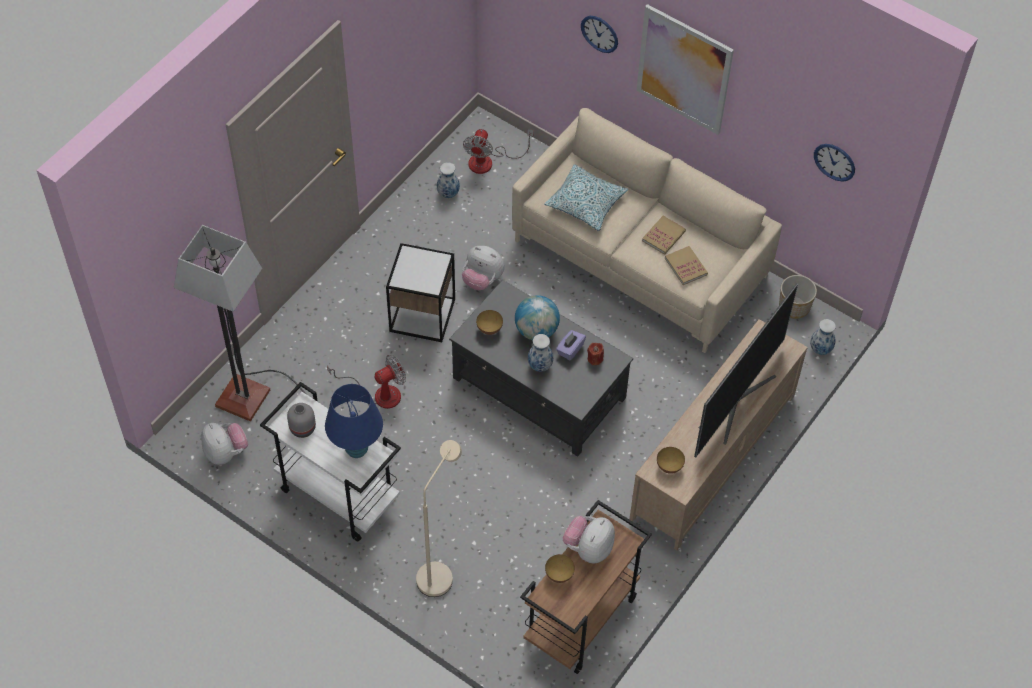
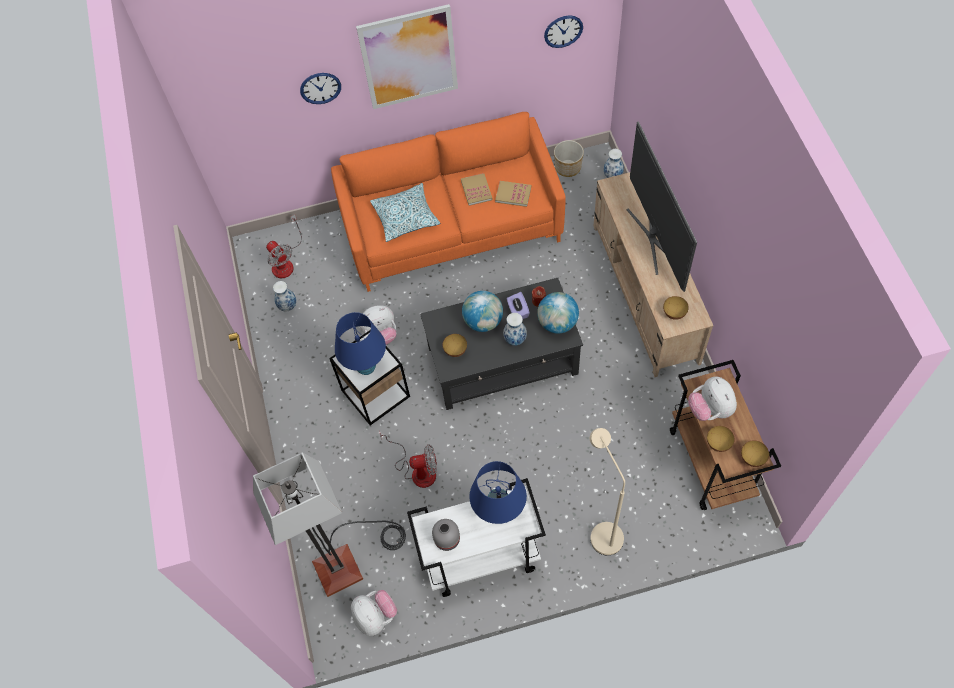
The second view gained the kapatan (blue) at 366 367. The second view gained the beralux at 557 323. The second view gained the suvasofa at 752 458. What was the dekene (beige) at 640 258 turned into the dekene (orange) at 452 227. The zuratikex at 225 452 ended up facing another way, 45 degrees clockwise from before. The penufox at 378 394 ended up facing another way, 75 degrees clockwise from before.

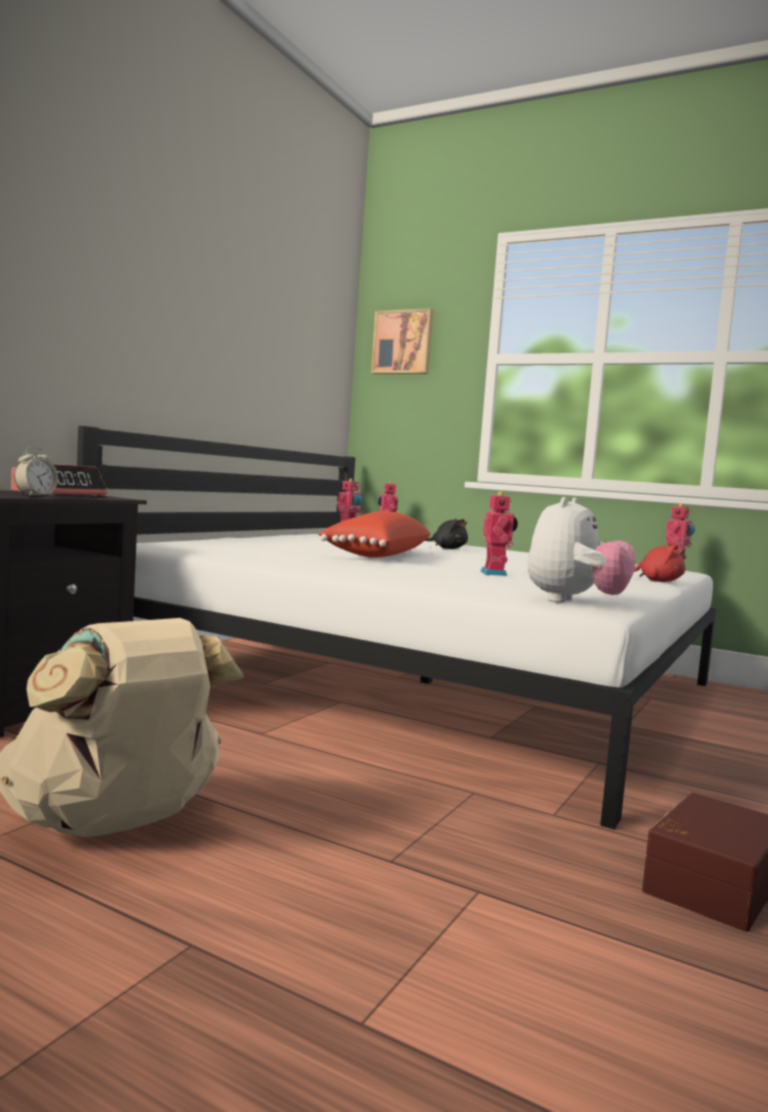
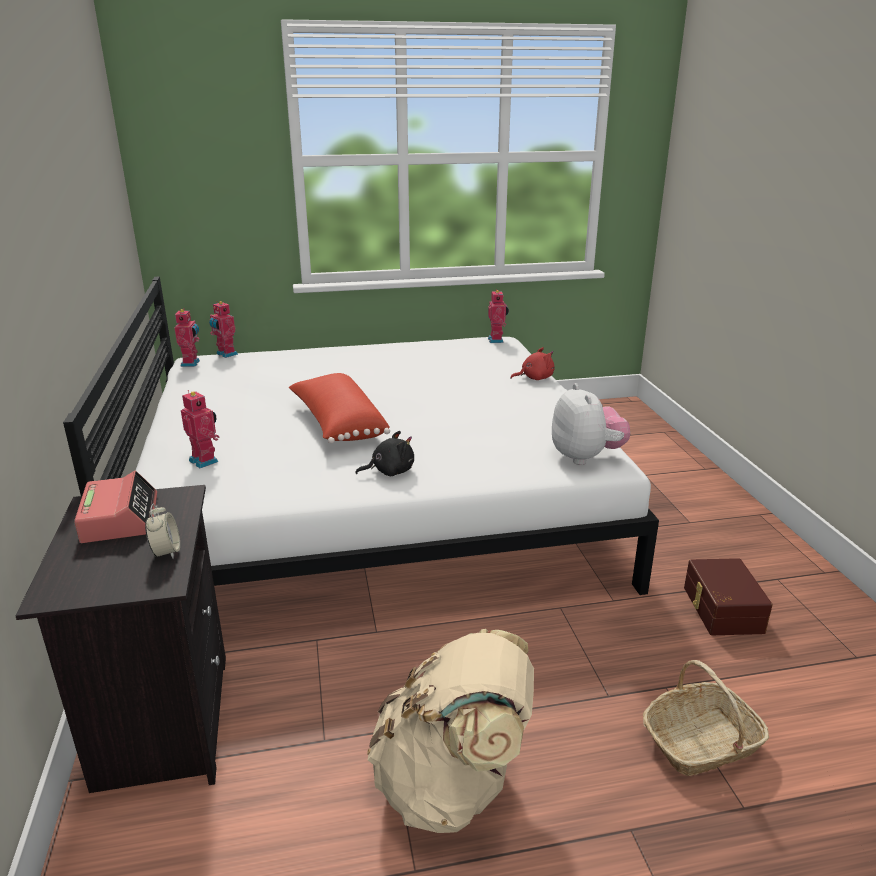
The second view lost the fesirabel at 403 342. The second view gained the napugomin at 701 742. The zuratikex (black) ended up elsewhere, having gone from 447 548 to 390 471. The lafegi ended up elsewhere, having gone from 495 573 to 205 460.

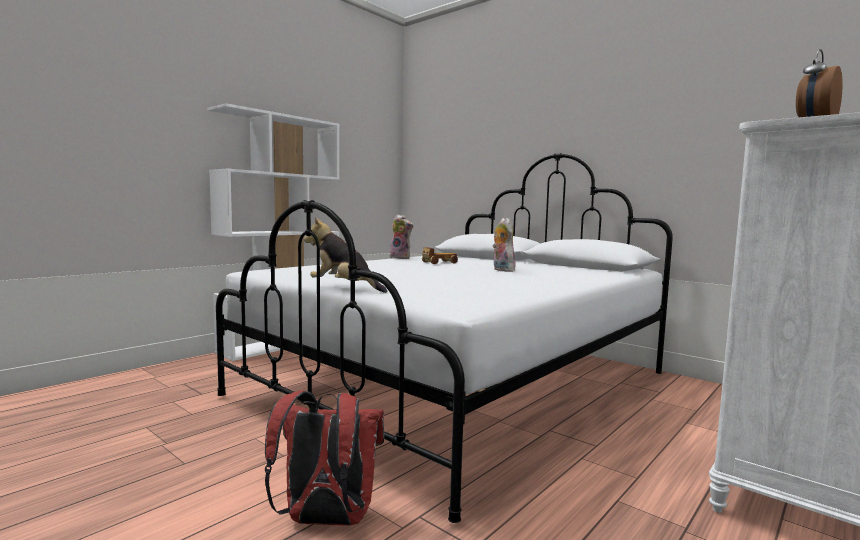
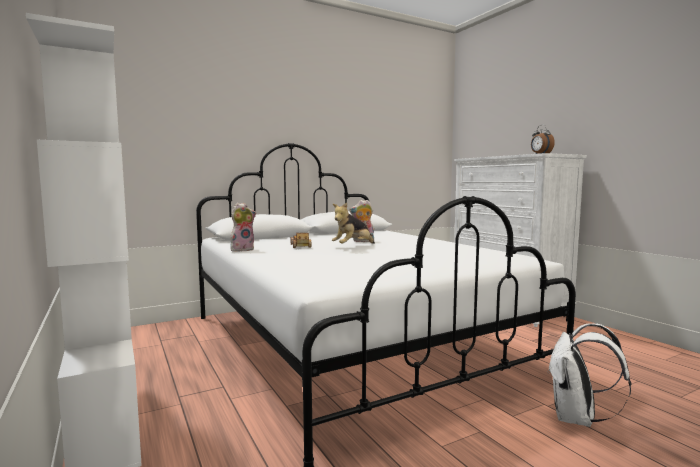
The zuratikex ended up elsewhere, having gone from 344 288 to 353 246. What was the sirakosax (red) at 325 520 turned into the sirakosax (white) at 577 418.

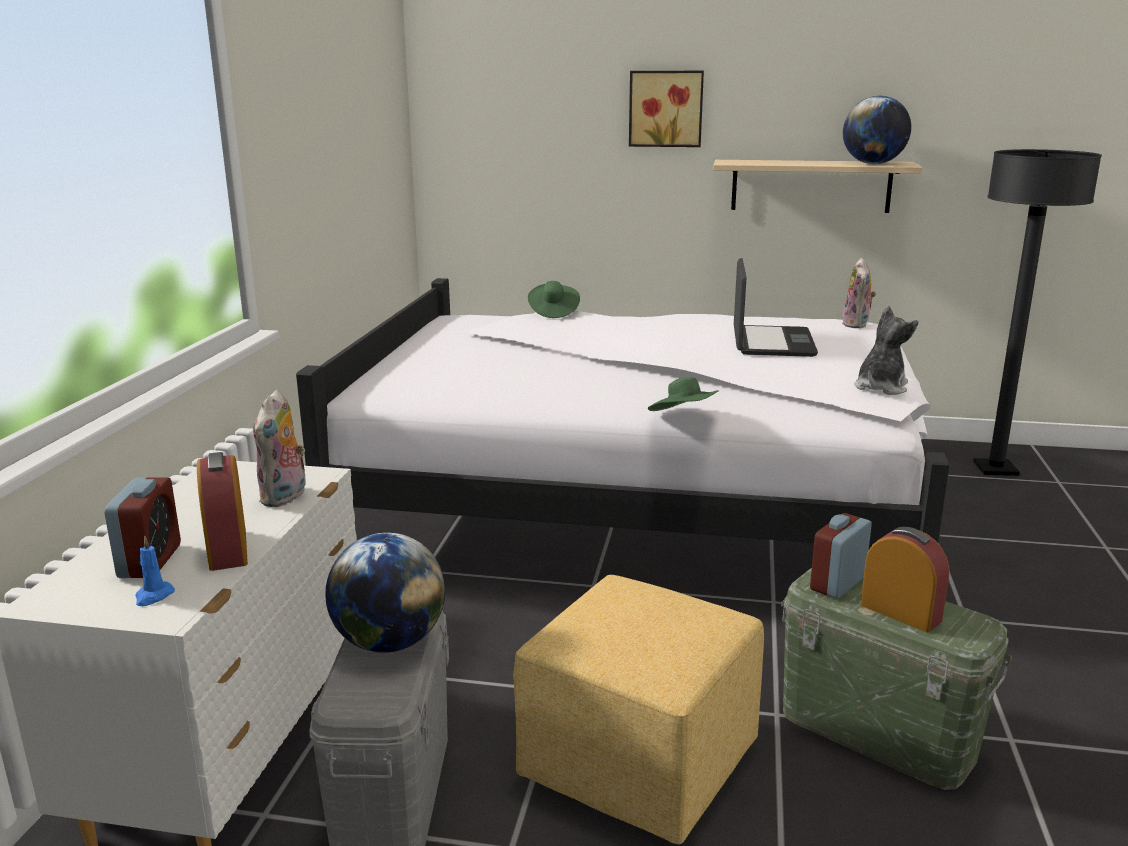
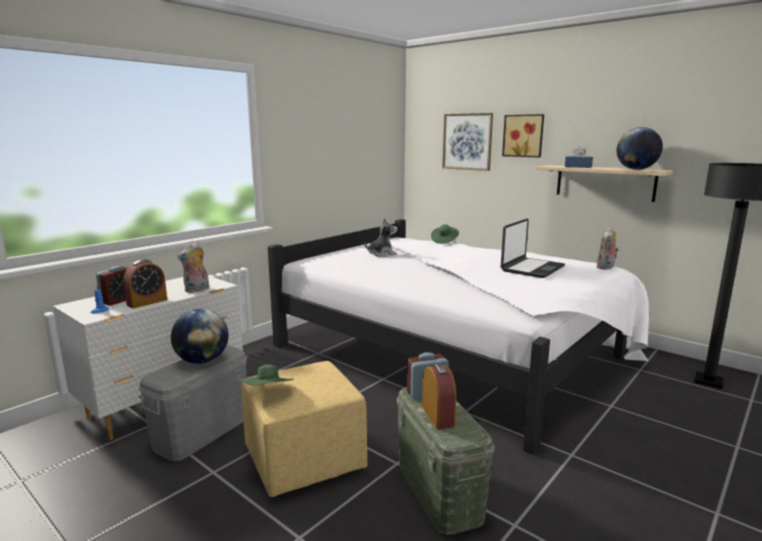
The second view gained the fesirabel at 467 141. The second view gained the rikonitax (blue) at 578 167. The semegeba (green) ended up elsewhere, having gone from 684 418 to 268 393. The zuratikex ended up elsewhere, having gone from 880 387 to 381 254. The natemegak at 228 549 ended up facing another way, 150 degrees counterclockwise from before.

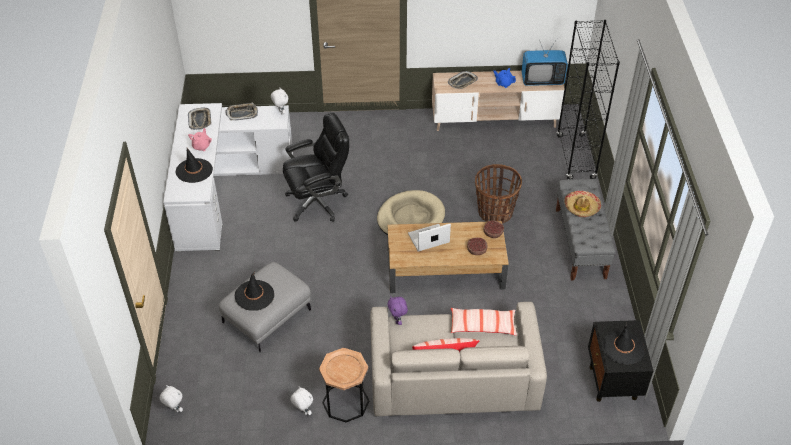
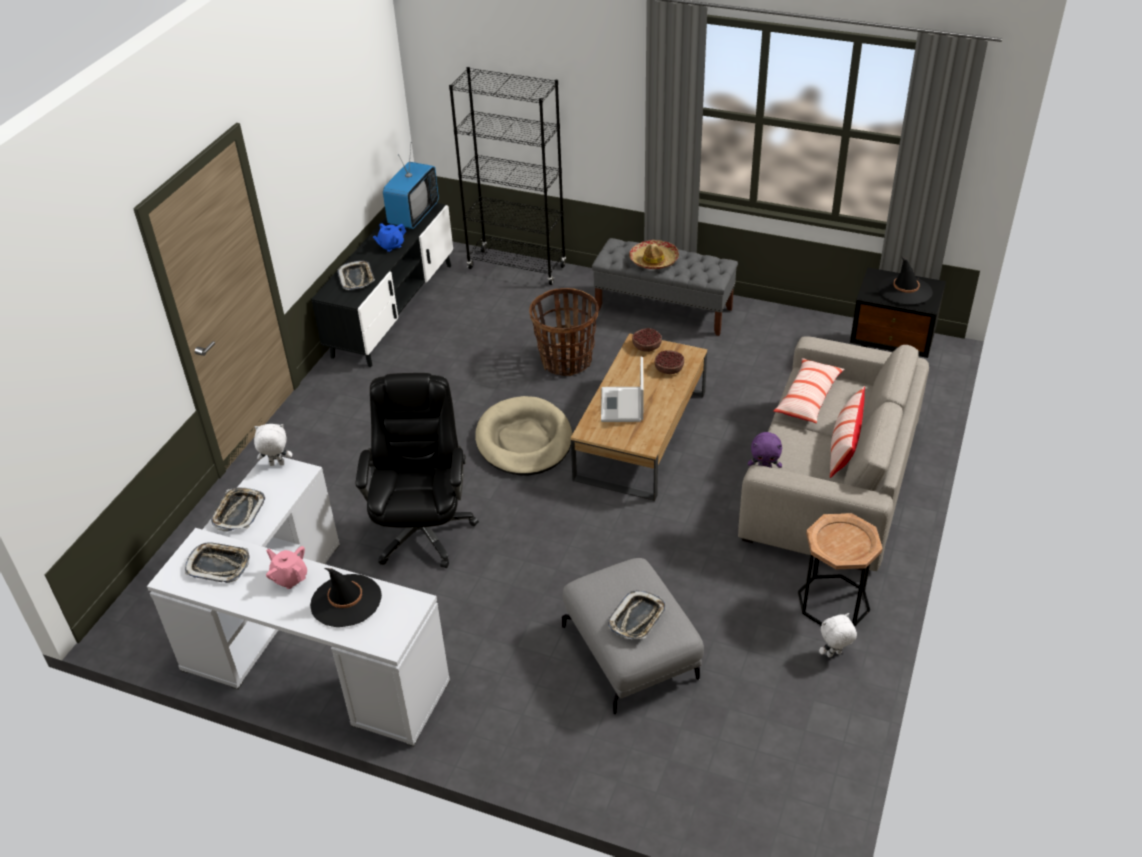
The second view lost the zuratikex (white) at 174 409. Where the semegeba (black) stood at 254 295, the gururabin came to stand at 637 618. What was the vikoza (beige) at 494 119 turned into the vikoza (black) at 393 309.

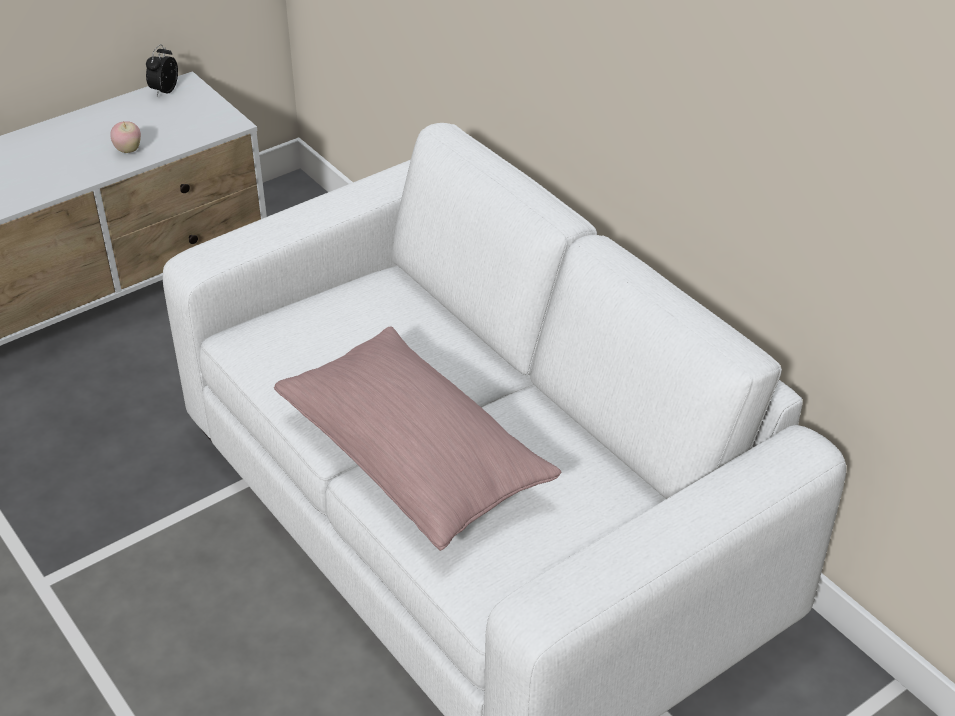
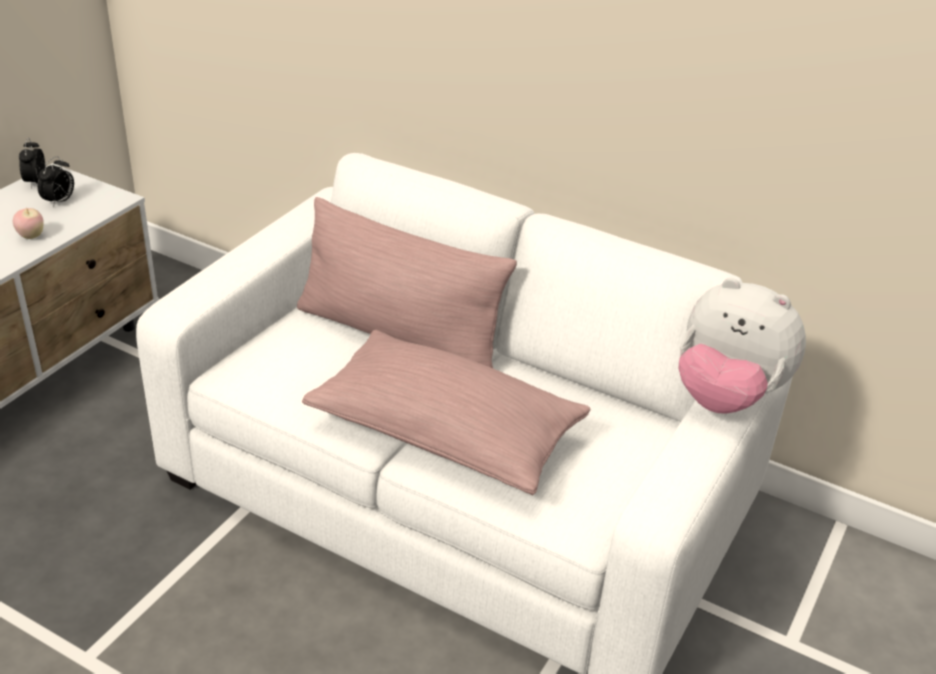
The second view gained the natemegak at 59 201. The second view gained the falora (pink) at 399 335. The second view gained the zuratikex at 726 397.

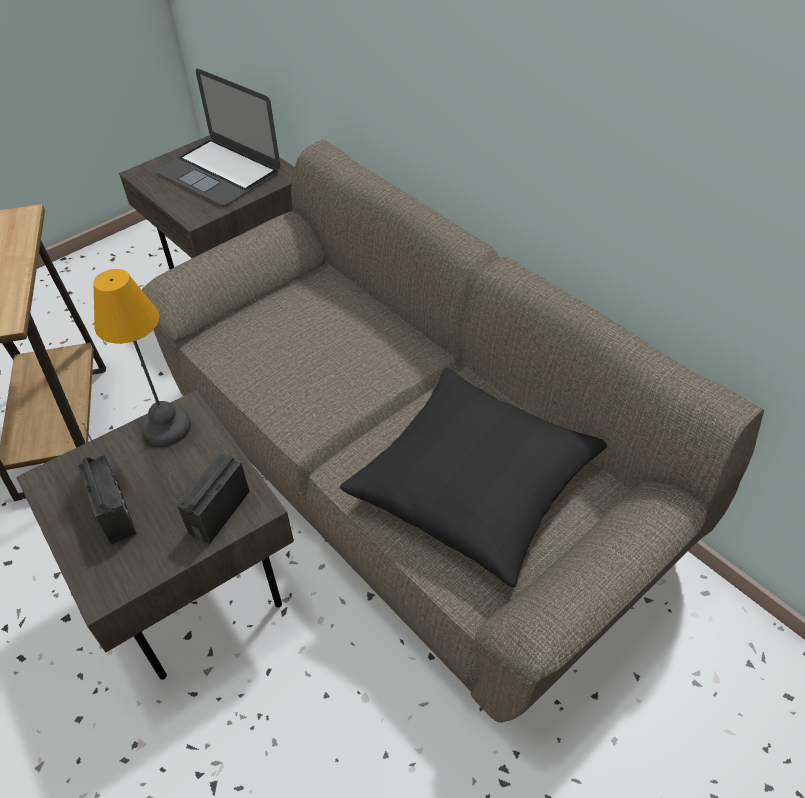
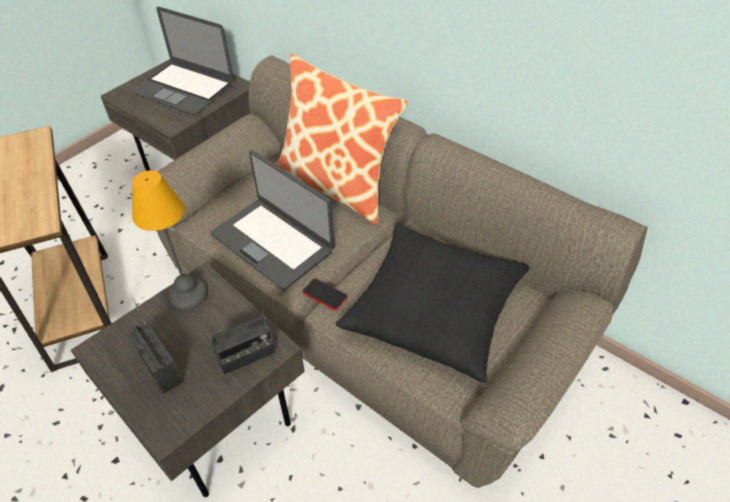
The second view gained the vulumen at 273 242. The second view gained the falora at 336 185. The second view gained the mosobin at 325 295. The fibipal at 219 512 ended up facing another way, 135 degrees counterclockwise from before.

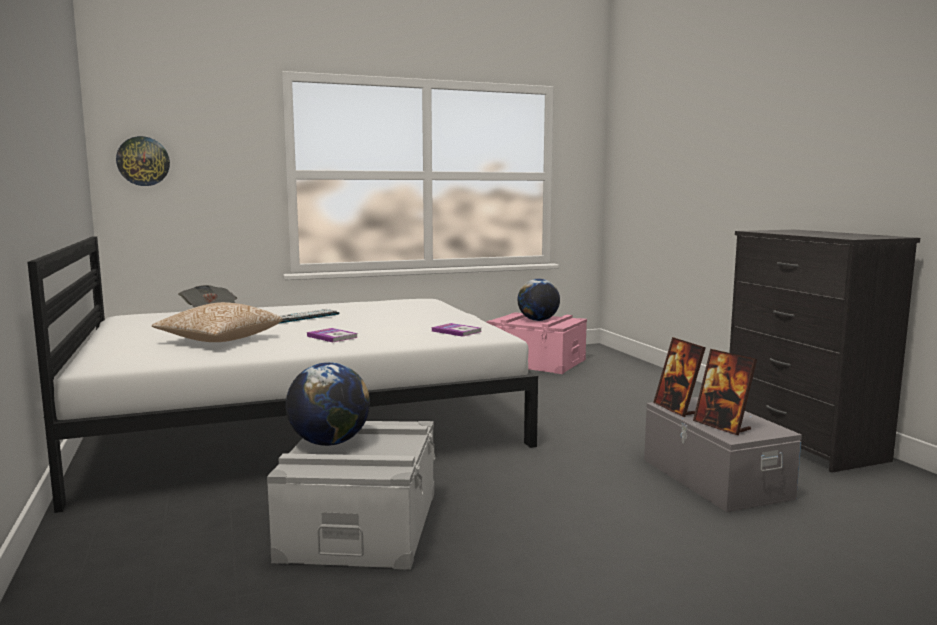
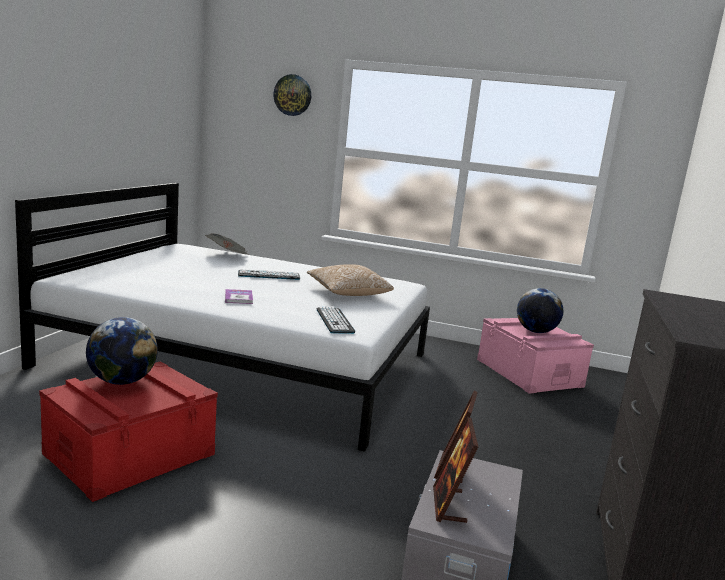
The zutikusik ended up elsewhere, having gone from 143 161 to 292 95. The falora ended up elsewhere, having gone from 219 340 to 347 293. Where the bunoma stood at 456 331, the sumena came to stand at 334 321. What was the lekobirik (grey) at 360 525 turned into the lekobirik (red) at 130 454.

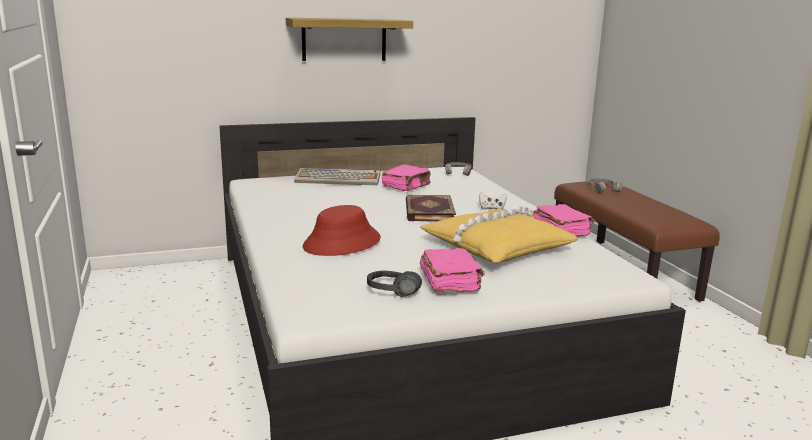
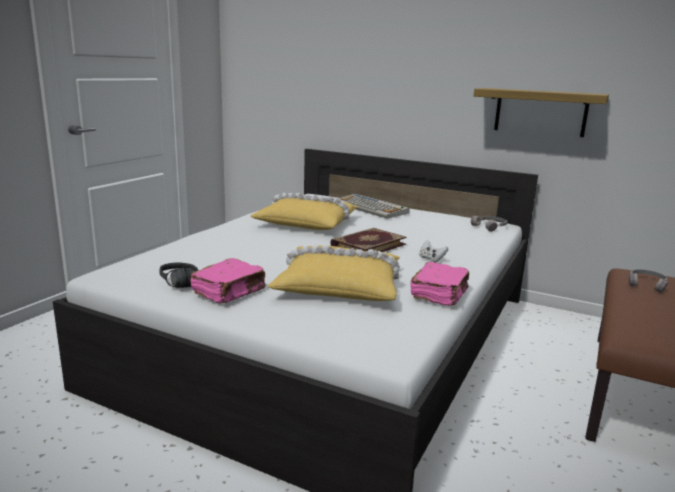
The second view lost the semegeba (red) at 342 243. The second view lost the bunoma (pink) at 406 186. The second view gained the falora (yellow) at 307 222. The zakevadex ended up elsewhere, having gone from 344 39 to 540 112.

